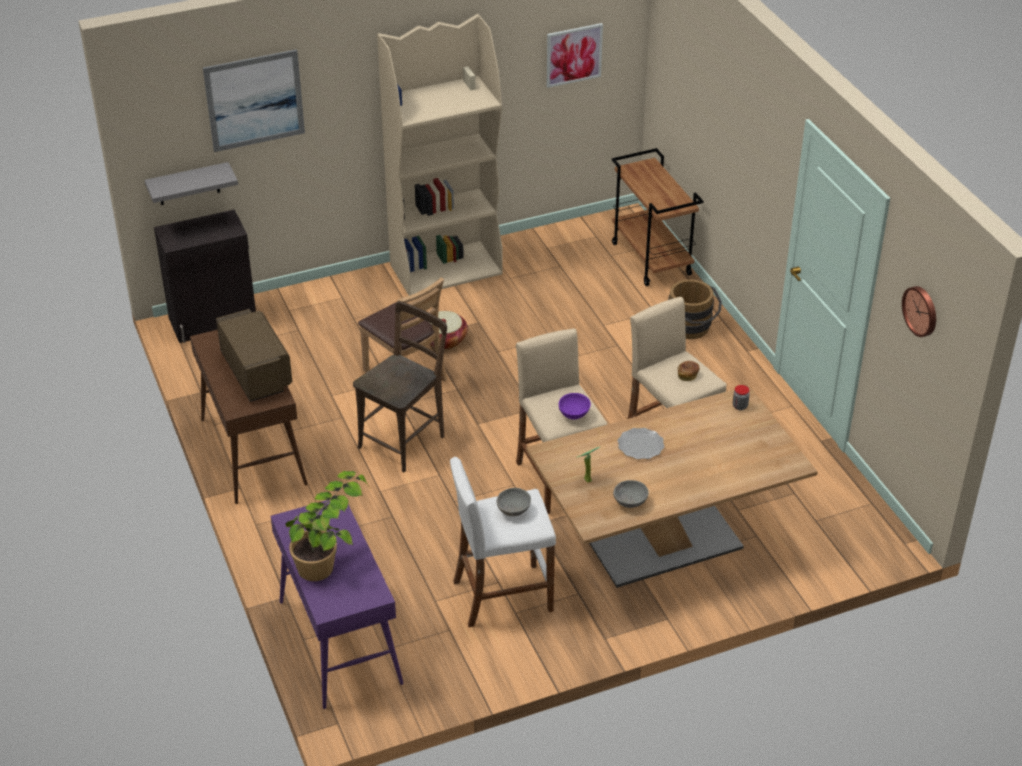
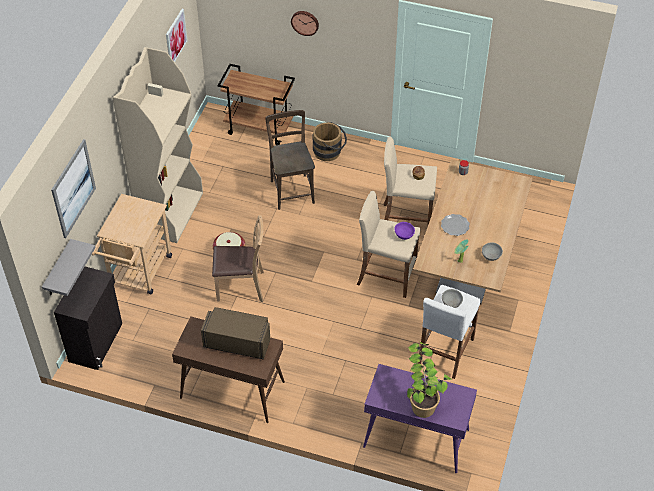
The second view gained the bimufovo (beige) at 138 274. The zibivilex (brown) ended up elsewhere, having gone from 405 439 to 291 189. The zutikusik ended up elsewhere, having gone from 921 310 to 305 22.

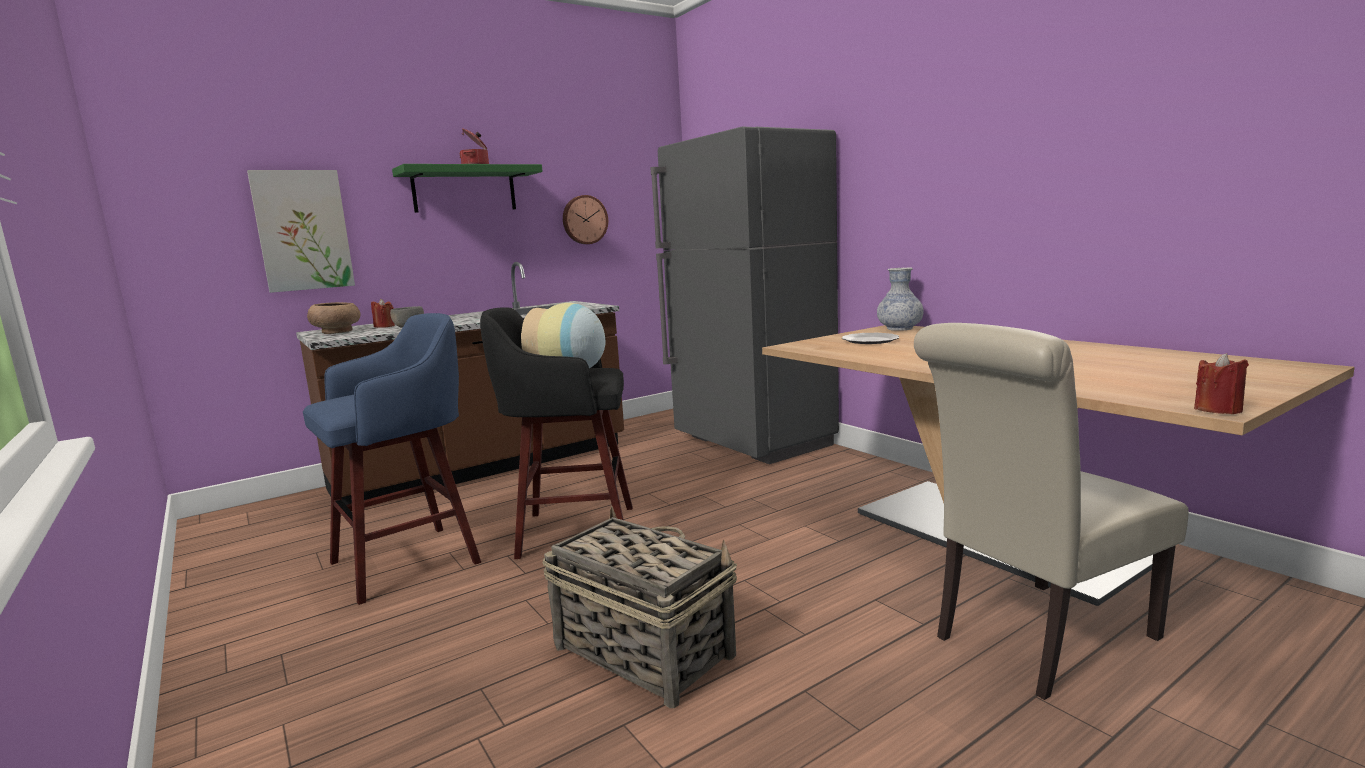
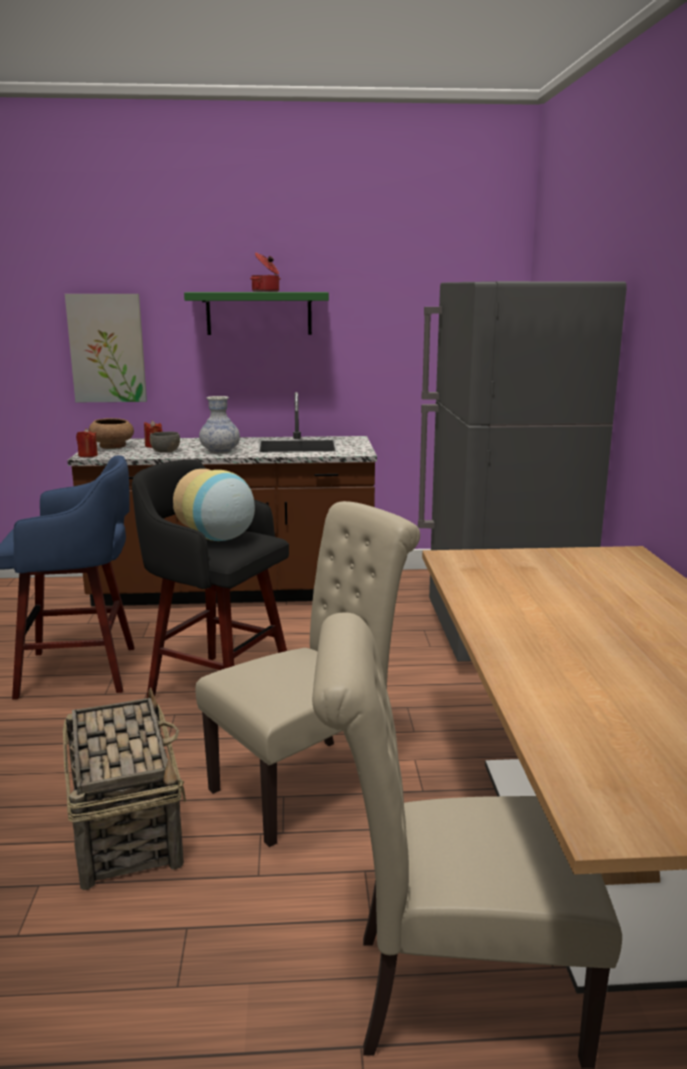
The second view lost the zutikusik at 584 220. The second view lost the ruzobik at 870 341. The second view gained the zibivilex (beige) at 311 783. The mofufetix ended up elsewhere, having gone from 899 329 to 220 451. The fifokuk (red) ended up elsewhere, having gone from 1218 410 to 88 455.

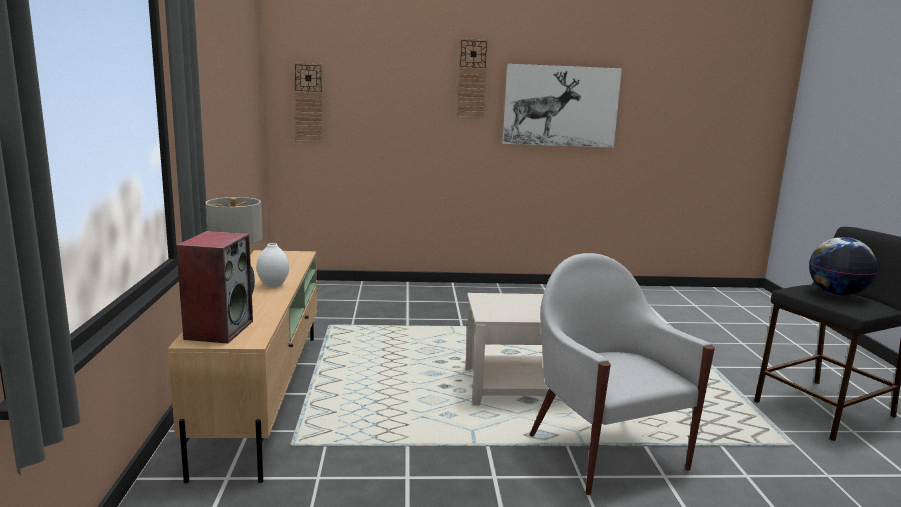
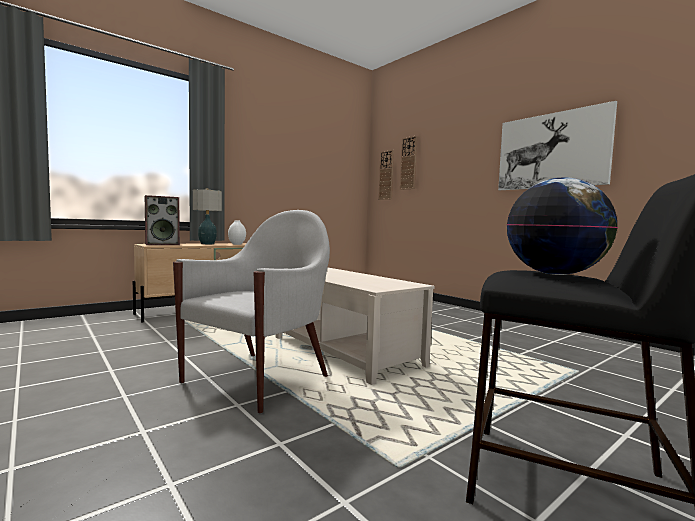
The zutikusik ended up elsewhere, having gone from 472 79 to 408 163.

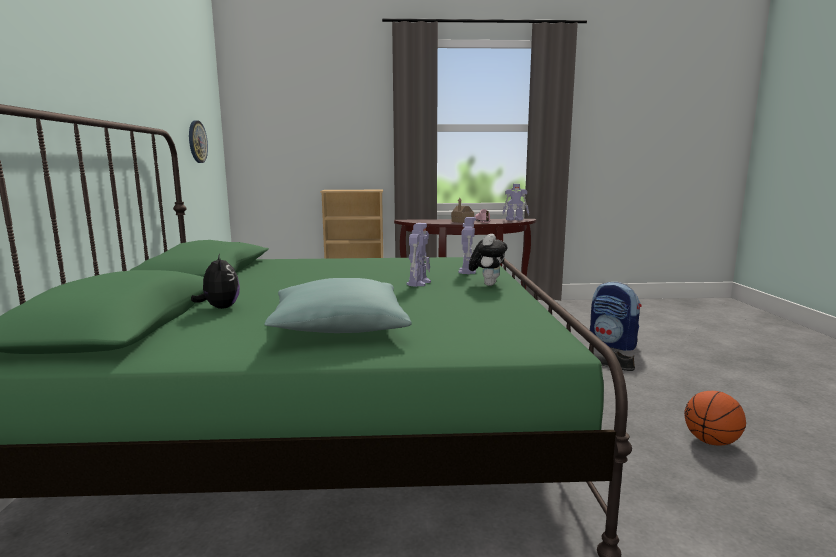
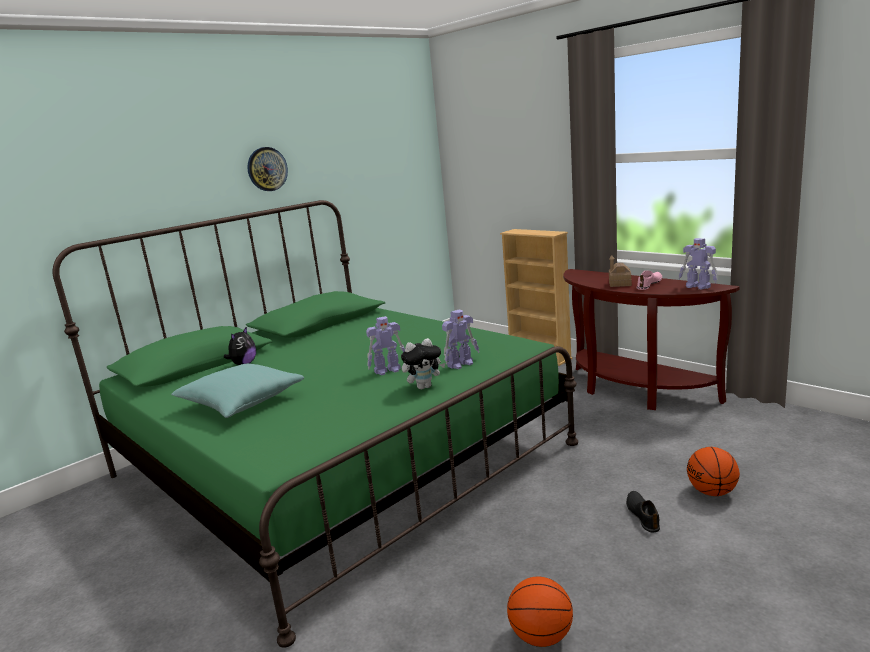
The zutikusik ended up elsewhere, having gone from 197 141 to 267 169. Where the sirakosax stood at 613 344, the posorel came to stand at 712 492.

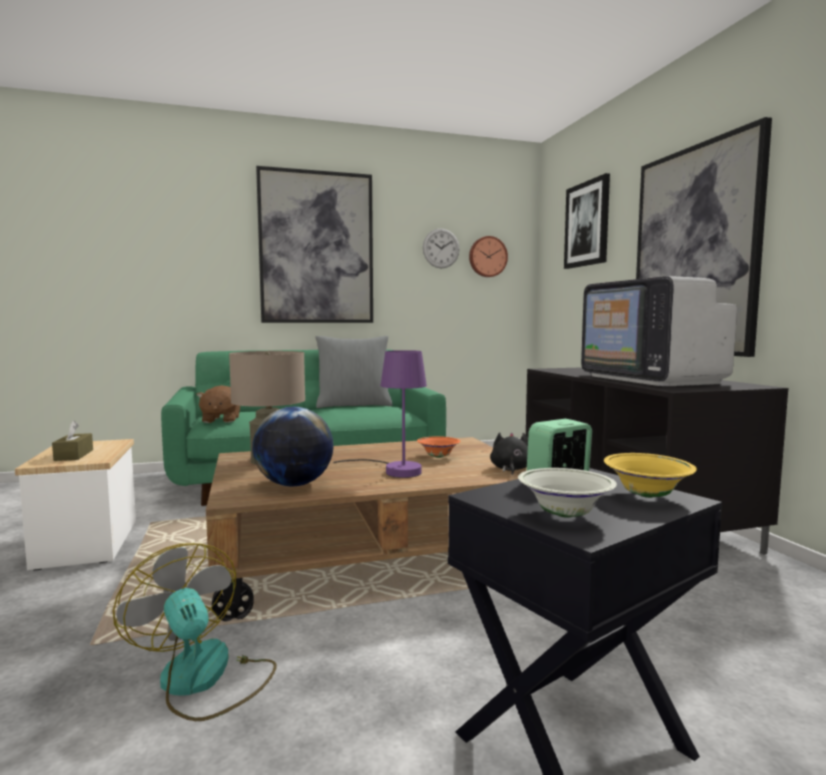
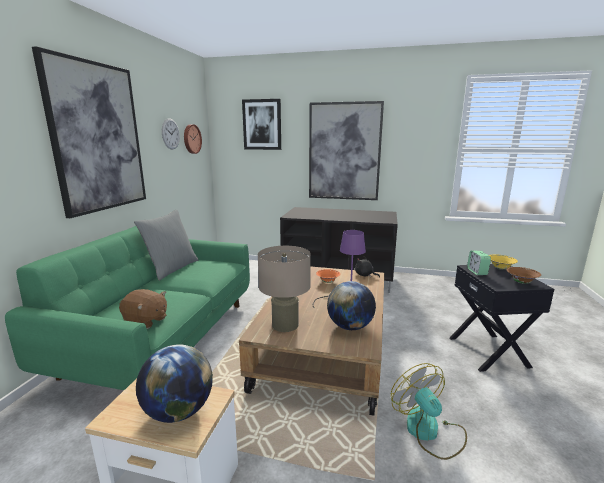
The second view lost the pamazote at 650 379. Where the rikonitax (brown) stood at 74 455, the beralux came to stand at 178 411. What was the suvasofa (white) at 565 515 turned into the suvasofa (brown) at 521 282. The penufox at 203 679 ended up facing another way, 75 degrees clockwise from before.

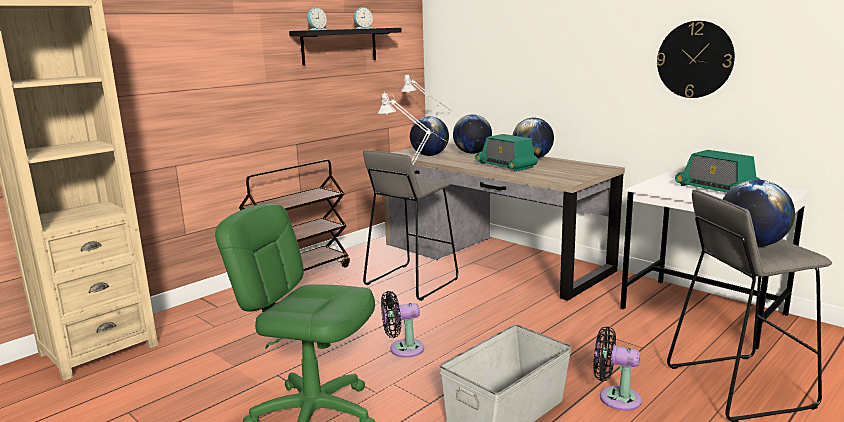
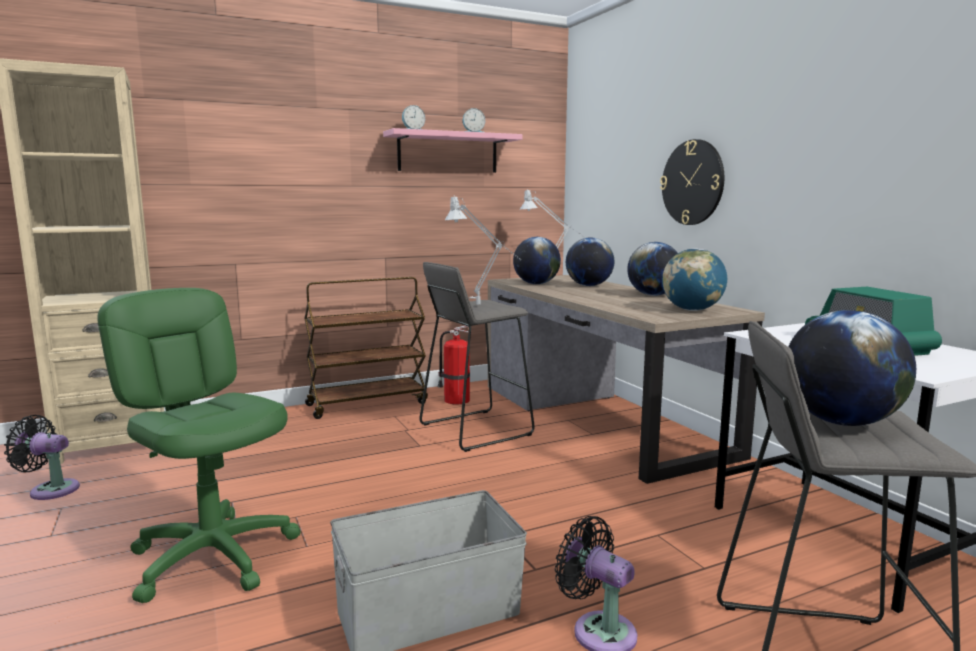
The second view lost the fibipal at 506 165. The second view gained the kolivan at 455 400. The second view gained the beralux at 692 310. The penufox (black) ended up elsewhere, having gone from 403 349 to 50 490. The zutikusik ended up elsewhere, having gone from 695 59 to 692 182. What was the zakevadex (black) at 339 46 turned into the zakevadex (pink) at 448 153.

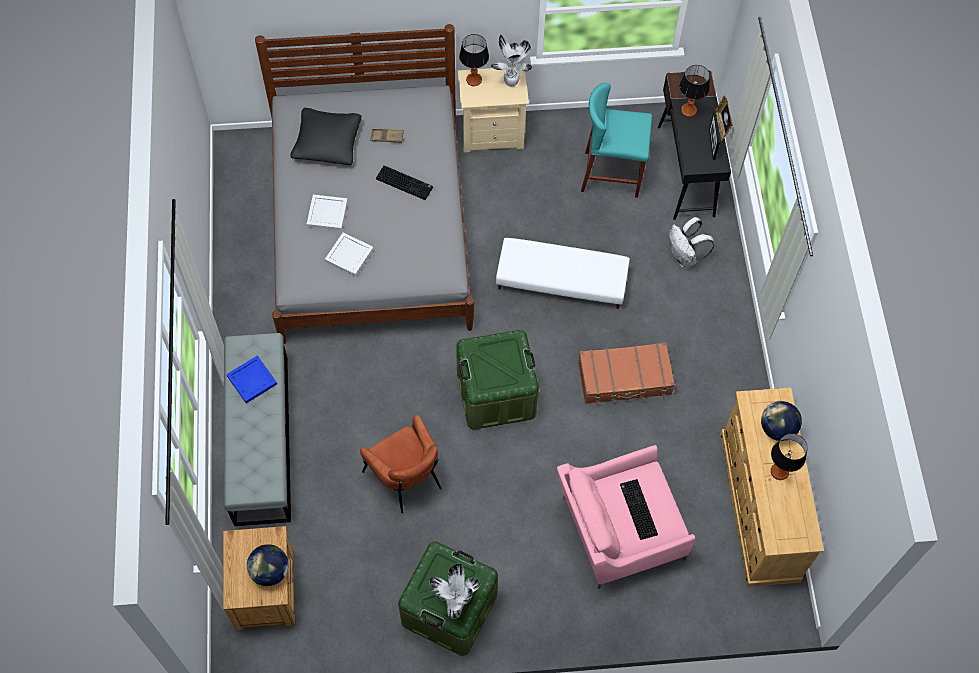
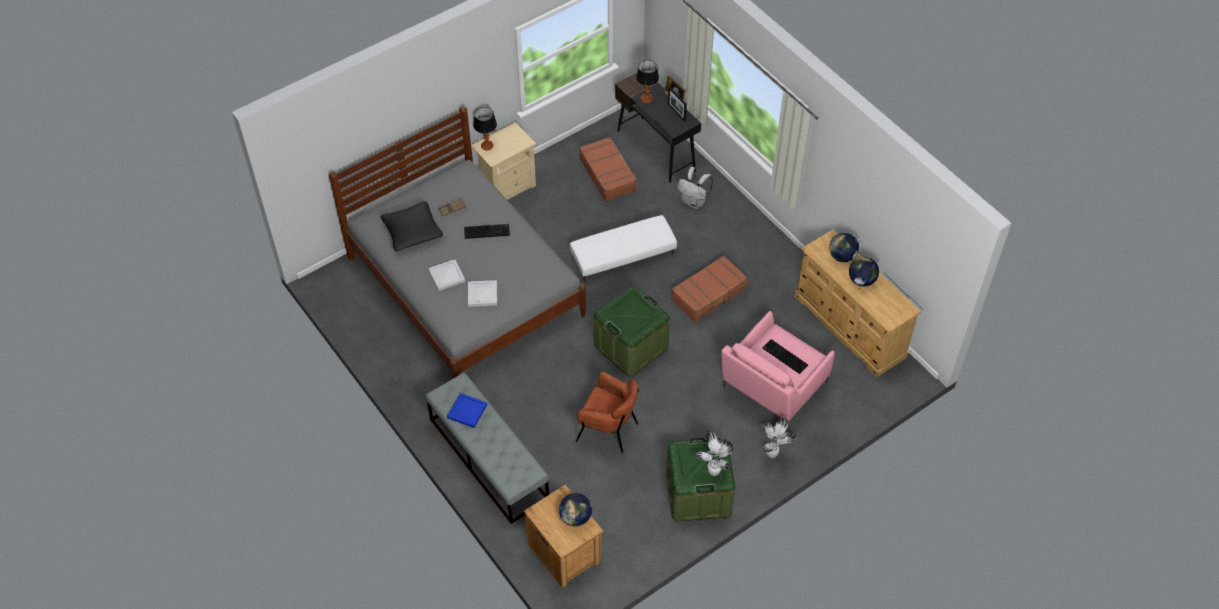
The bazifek ended up elsewhere, having gone from 511 83 to 772 455. Where the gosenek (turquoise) stood at 611 174, the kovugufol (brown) came to stand at 608 174. Where the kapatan stood at 779 472, the beralux came to stand at 862 280.

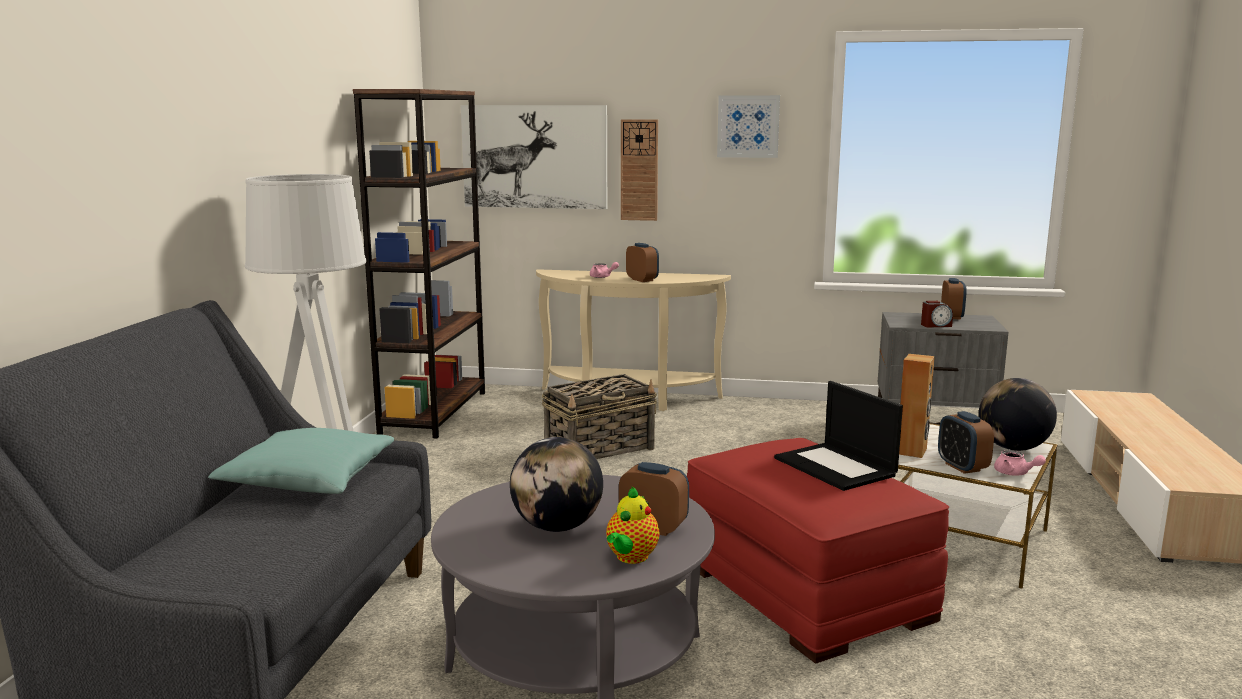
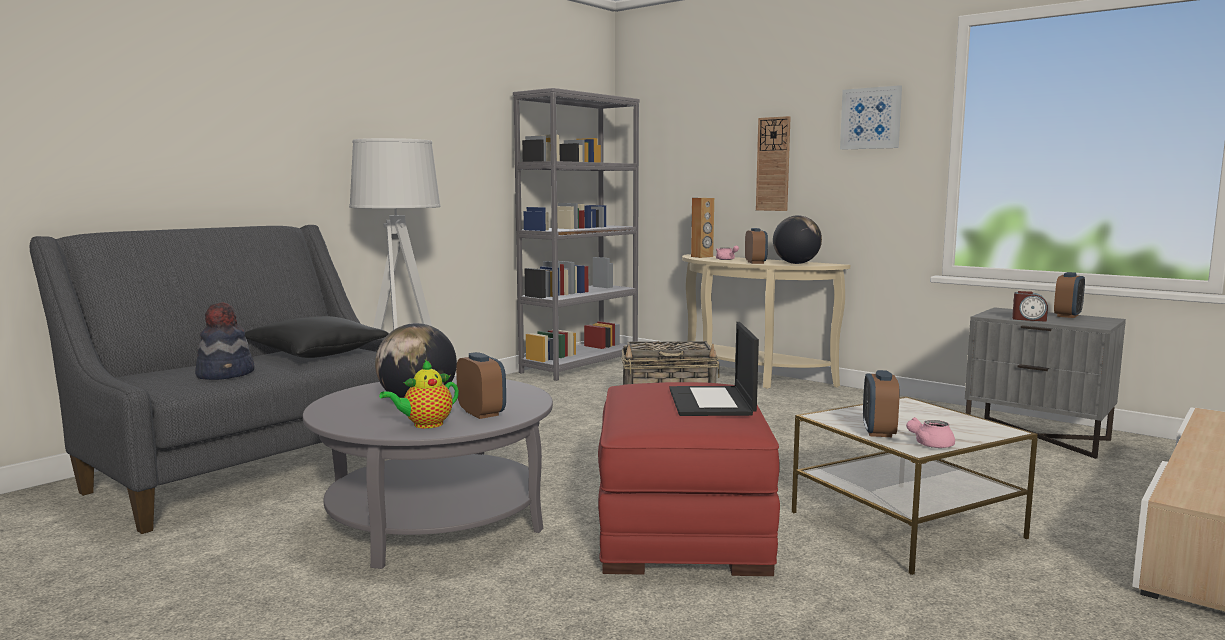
The second view lost the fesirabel at 534 157. The second view gained the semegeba at 226 374. The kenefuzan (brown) ended up elsewhere, having gone from 912 451 to 702 257. The beralux ended up elsewhere, having gone from 1013 448 to 796 263. What was the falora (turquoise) at 308 481 turned into the falora (black) at 316 354. What was the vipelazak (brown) at 434 412 turned into the vipelazak (grey) at 580 365. The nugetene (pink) at 1015 473 ended up facing another way, 75 degrees clockwise from before.

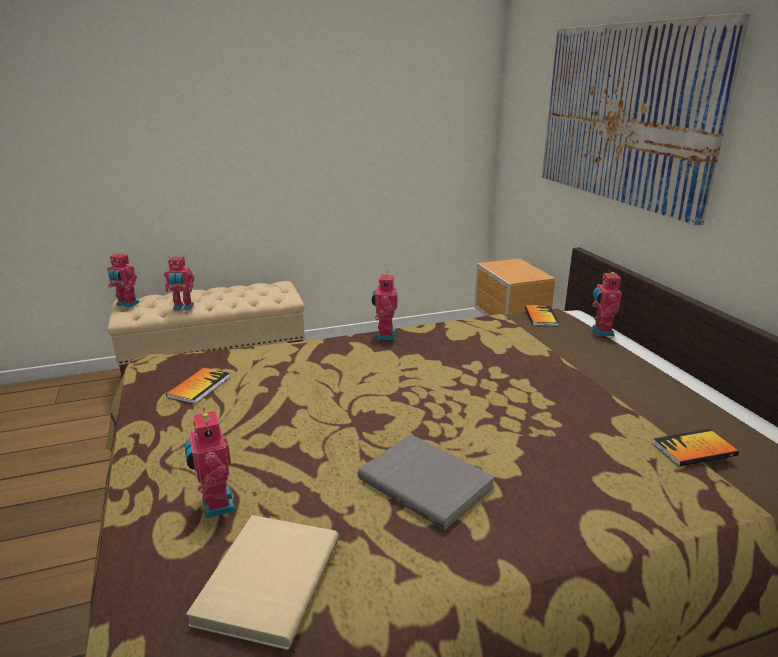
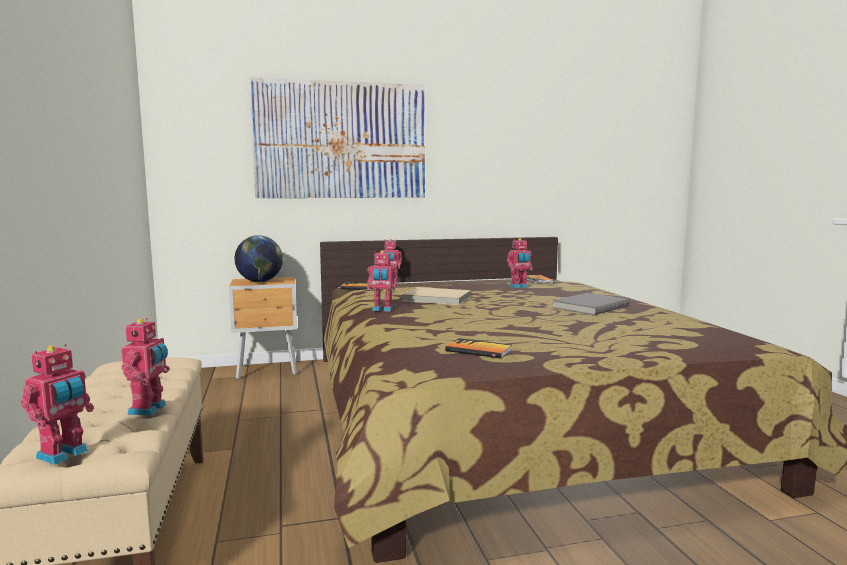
The second view gained the beralux at 260 282. The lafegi ended up elsewhere, having gone from 215 505 to 519 286. The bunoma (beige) ended up elsewhere, having gone from 266 580 to 436 299.

